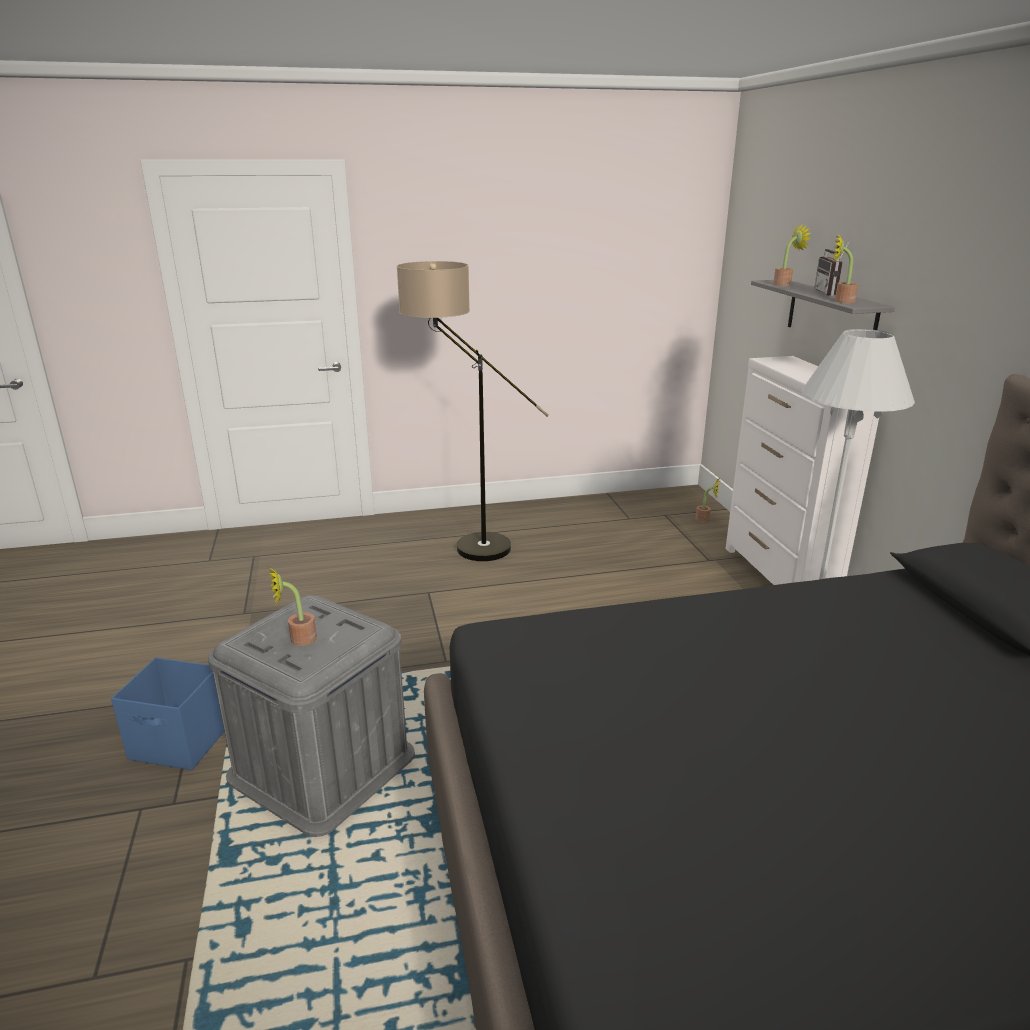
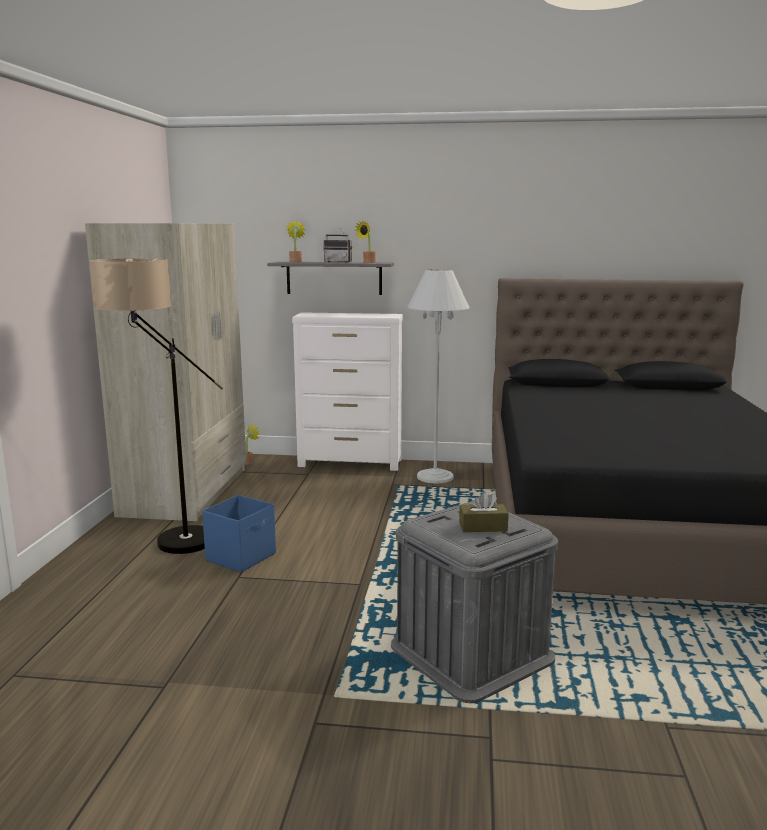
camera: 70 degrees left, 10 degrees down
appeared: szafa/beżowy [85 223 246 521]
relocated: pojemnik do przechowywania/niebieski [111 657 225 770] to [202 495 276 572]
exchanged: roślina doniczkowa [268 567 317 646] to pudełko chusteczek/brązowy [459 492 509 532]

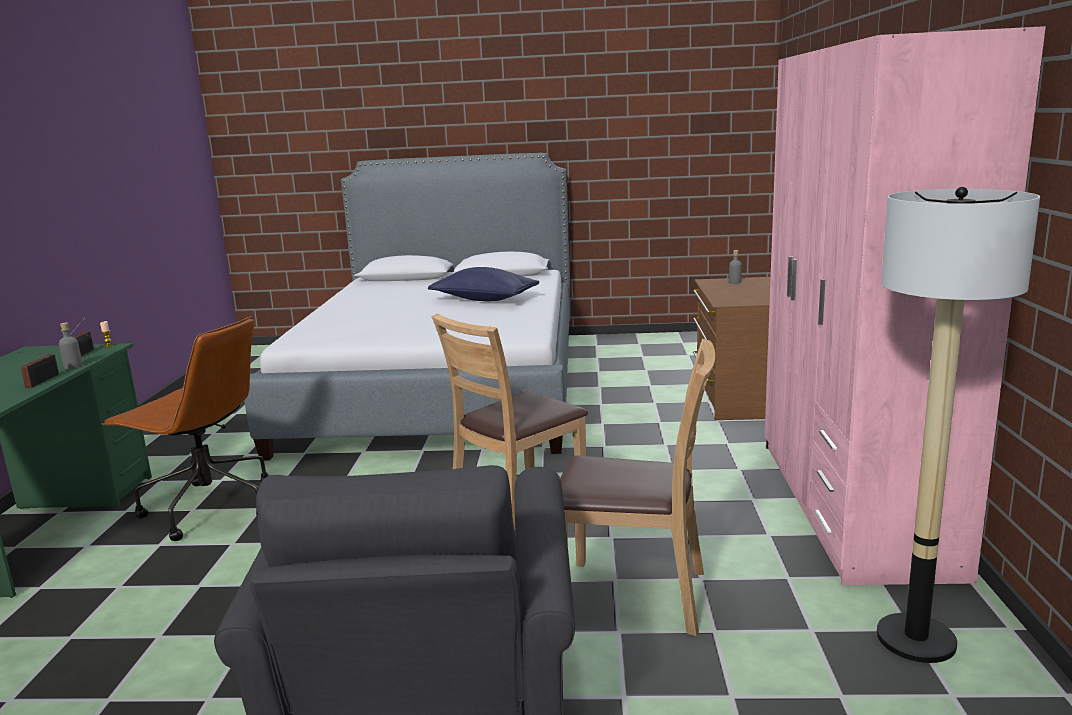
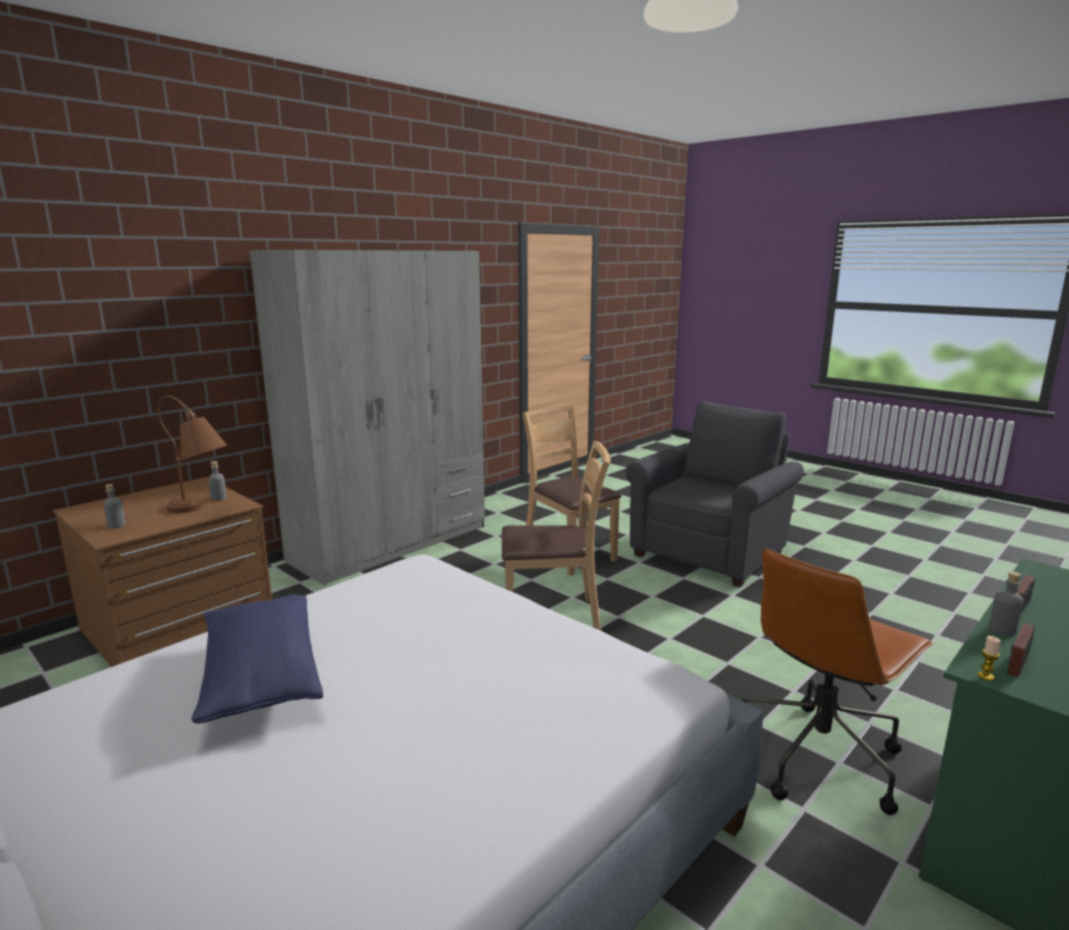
camera: 140 degrees left, 0 degrees up
missing: lampa stojąca [877 187 1040 663]
appeared: lampa stołowa/brązowy [158 395 227 513]; butelka/szary [208 461 227 501]
colour: szafa/różowy [765 26 1046 585] to szafa/szary [249 250 485 585]
spun: krzesło biurowe/brązowy [102 316 269 541] = [742 548 933 815] 105 degrees counterclockwise

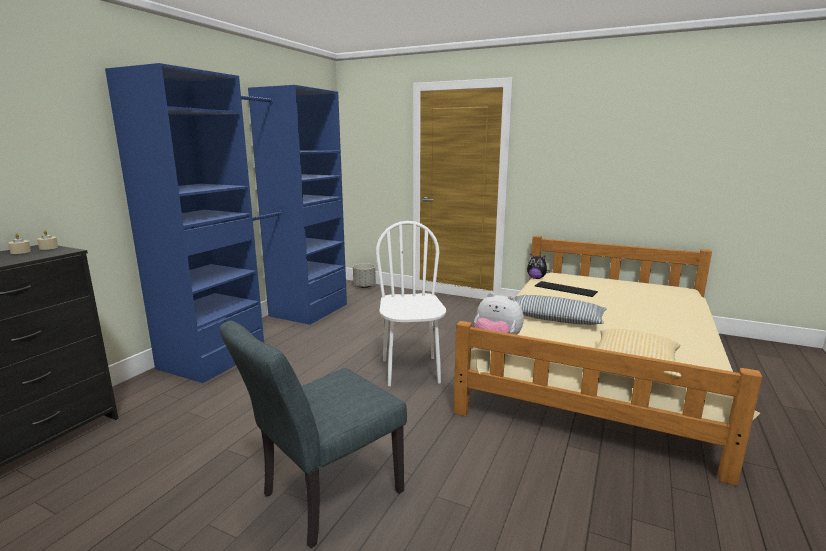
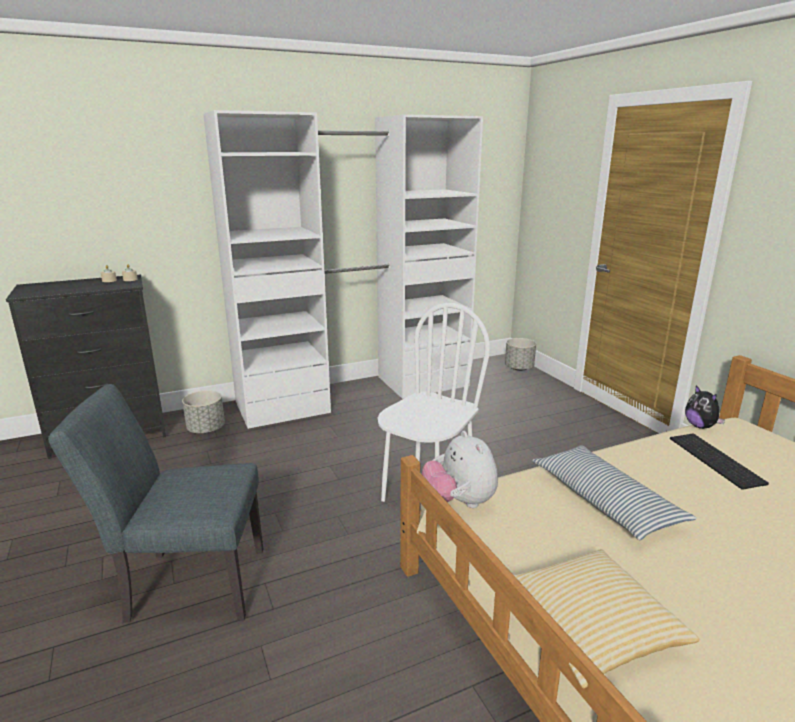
camera: 40 degrees right, 5 degrees up
appeared: donica/szary [182 390 225 434]
colour: szafa/niebieski [105 63 347 383] to szafa/biały [203 110 483 429]

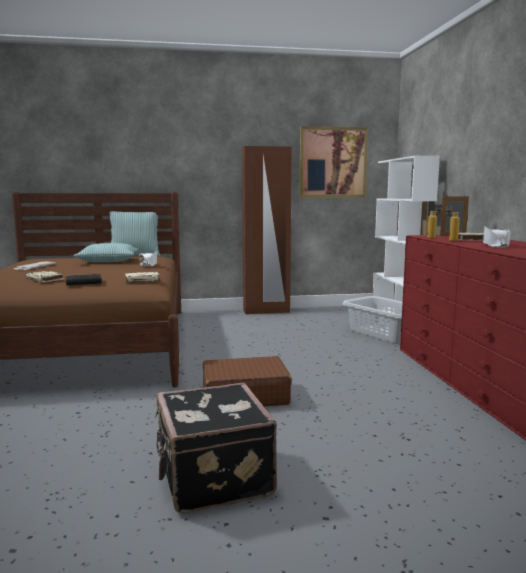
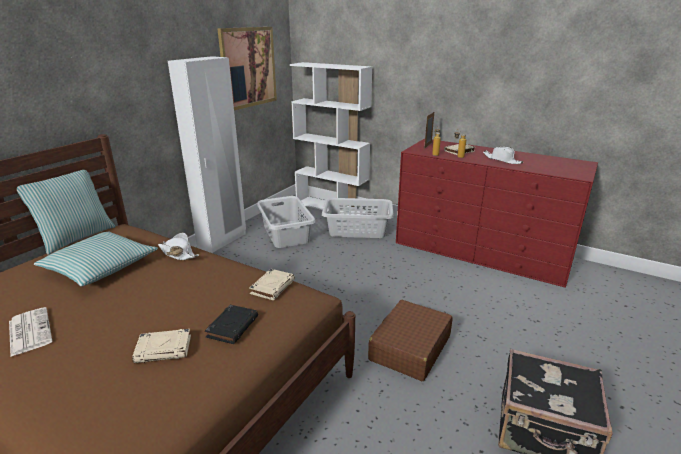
camera: 50 degrees left, 15 degrees up
appeared: kosz na pranie/szary [257 196 315 248]
colour: szafa/brązowy [242 146 292 314] to szafa/biały [168 56 246 253]

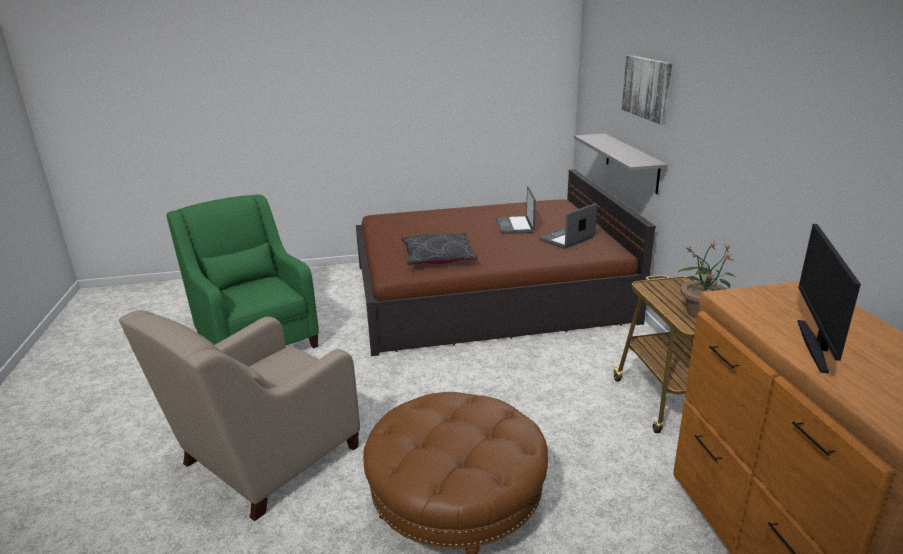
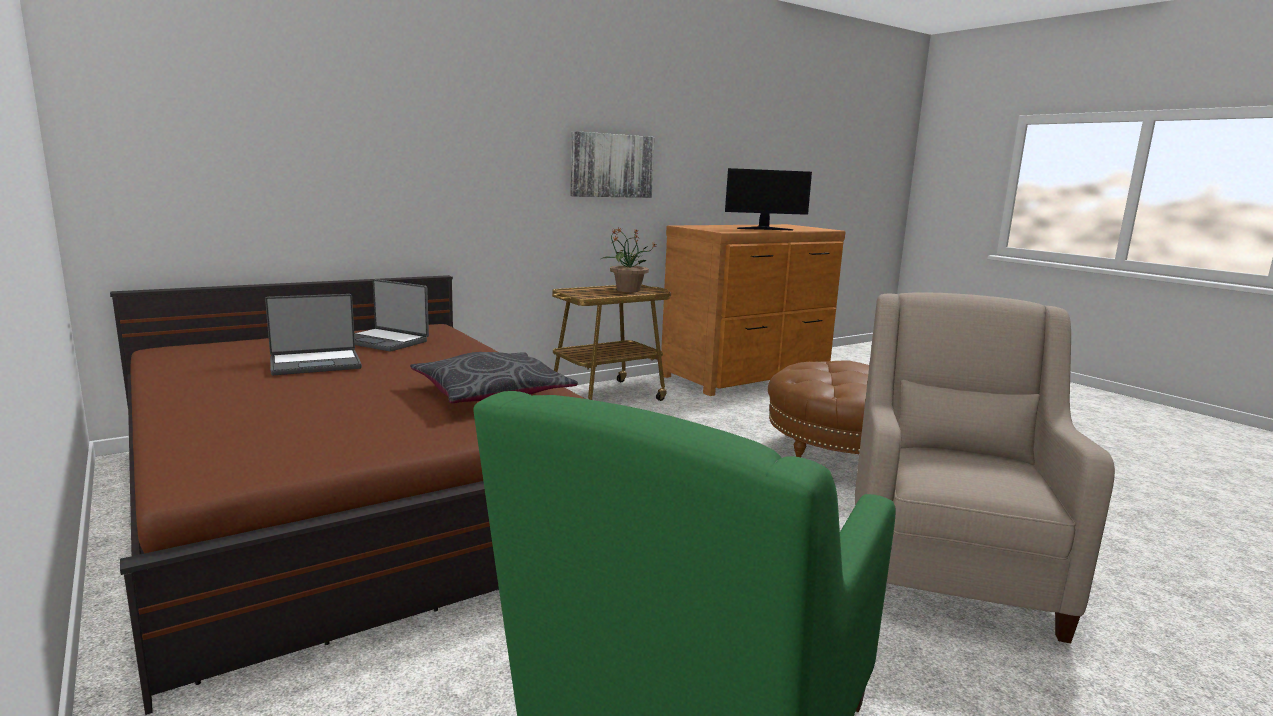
camera: 115 degrees left, 10 degrees down
missing: półka/szary [574 134 667 194]
relocated: obraz [622 55 672 125] to [570 131 655 198]
spun: fotel/beżowy [119 310 360 521] = [855 292 1115 643] 90 degrees counterclockwise

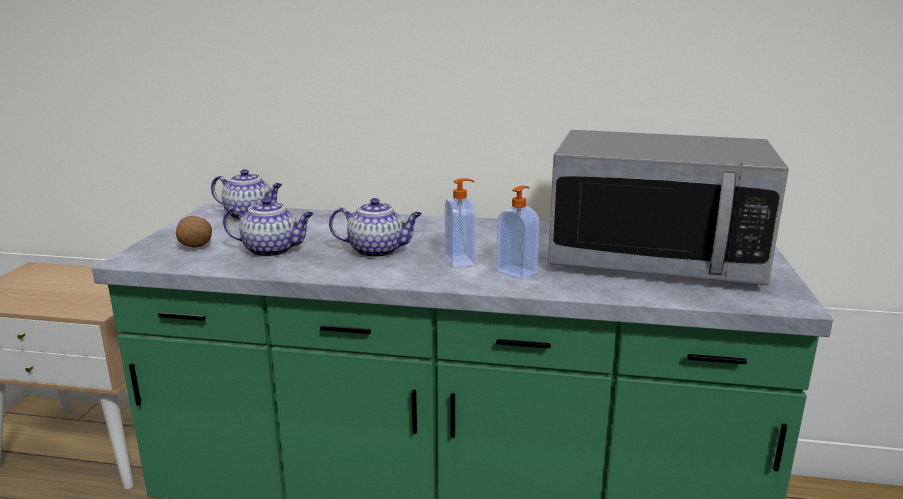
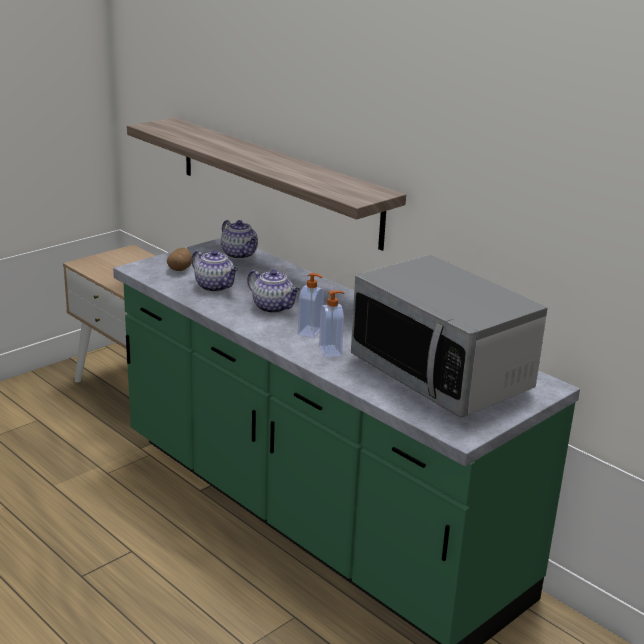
camera: 35 degrees right, 5 degrees up
appeared: półka [127 118 406 251]

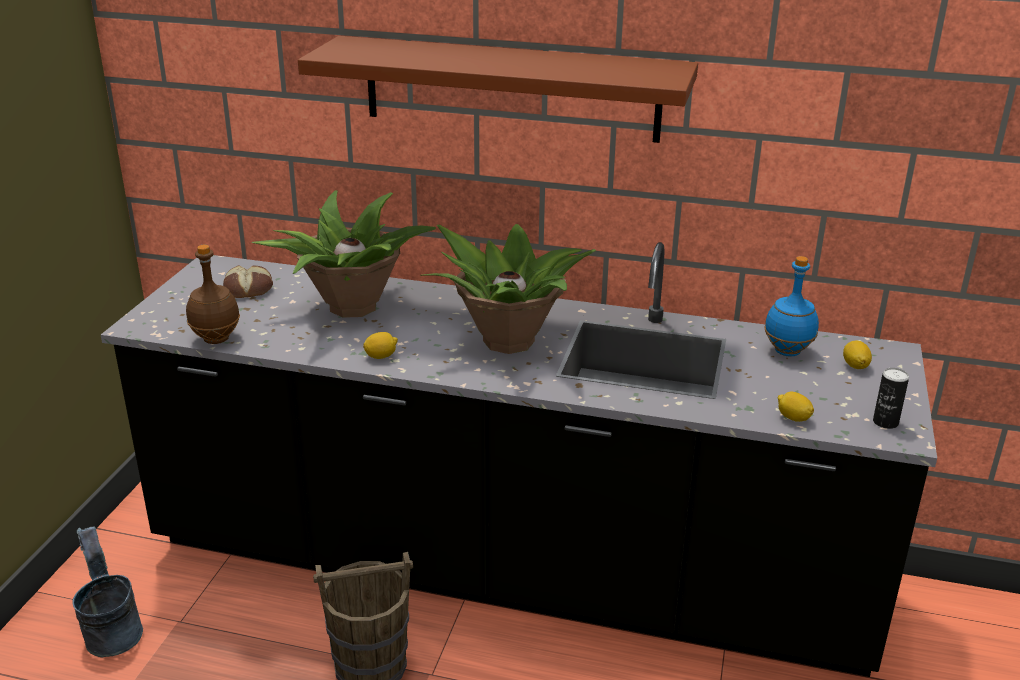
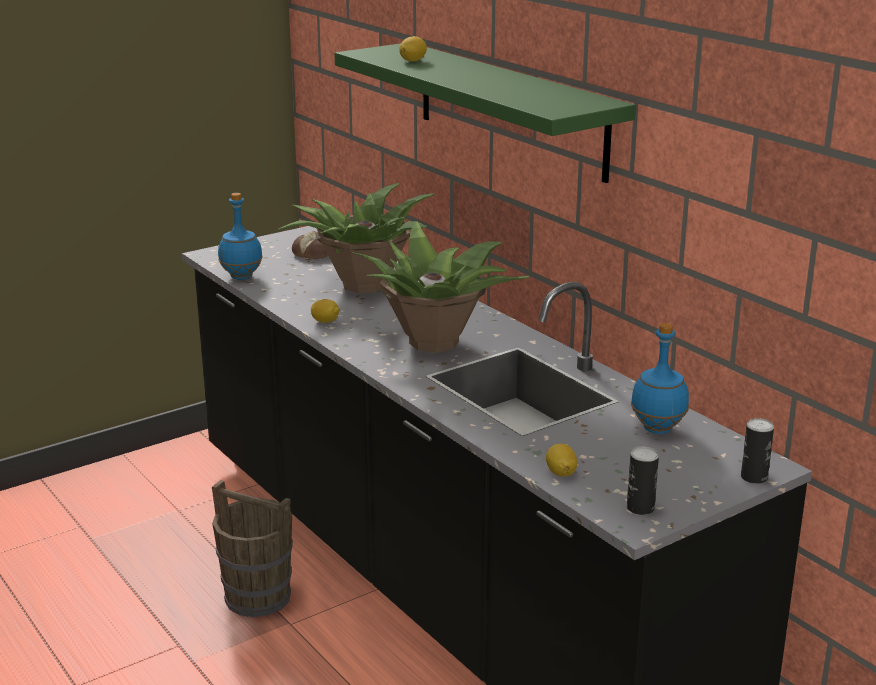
camera: 40 degrees right, 5 degrees down
missing: wiadro/szary [72 526 143 657]
appeared: puszka [741 418 774 484]
relocated: cytryna [843 341 872 369] to [399 36 427 62]
colour: półka/brązowy [298 36 698 143] to półka/zielony [334 44 636 183]; butelka/brązowy [186 245 240 344] to butelka/niebieski [218 193 263 280]

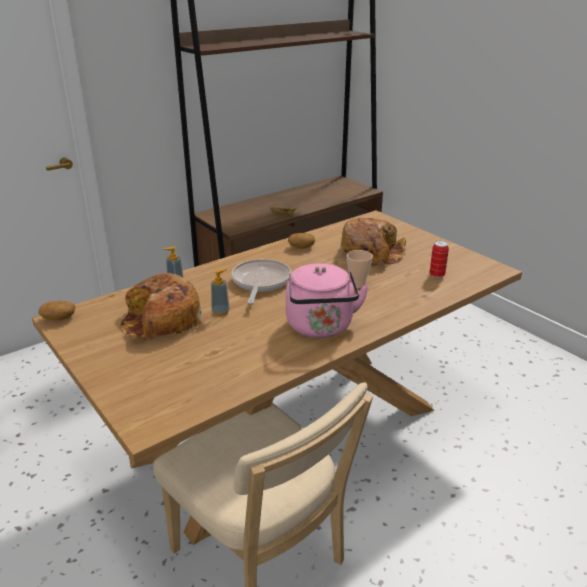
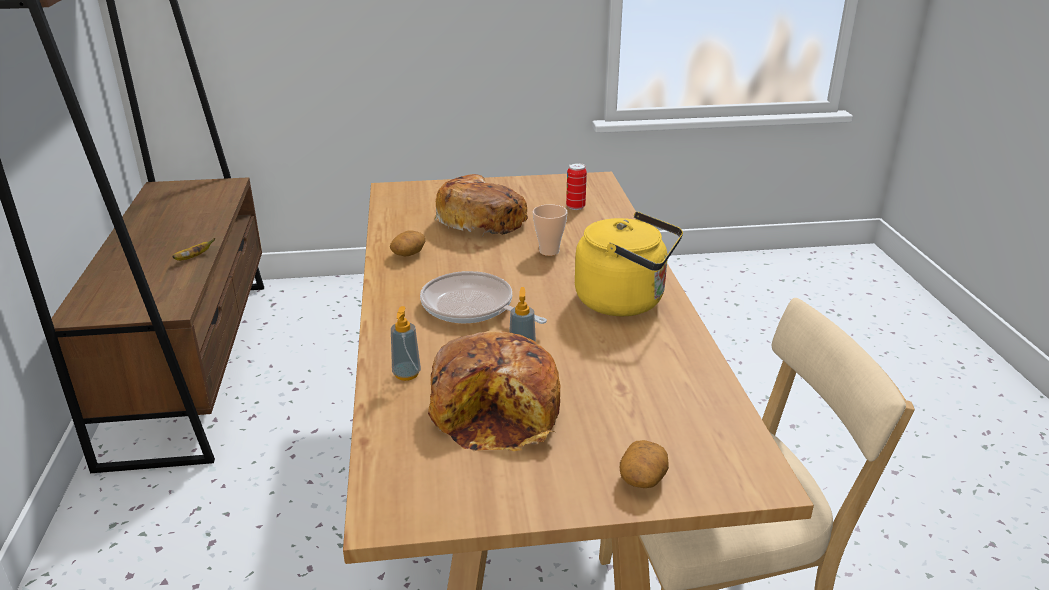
camera: 60 degrees left, 0 degrees up
relocated: ziemniak [38 301 76 321] to [620 440 669 488]
colour: czajnik/różowy [286 263 369 338] to czajnik/żółty [575 212 683 316]

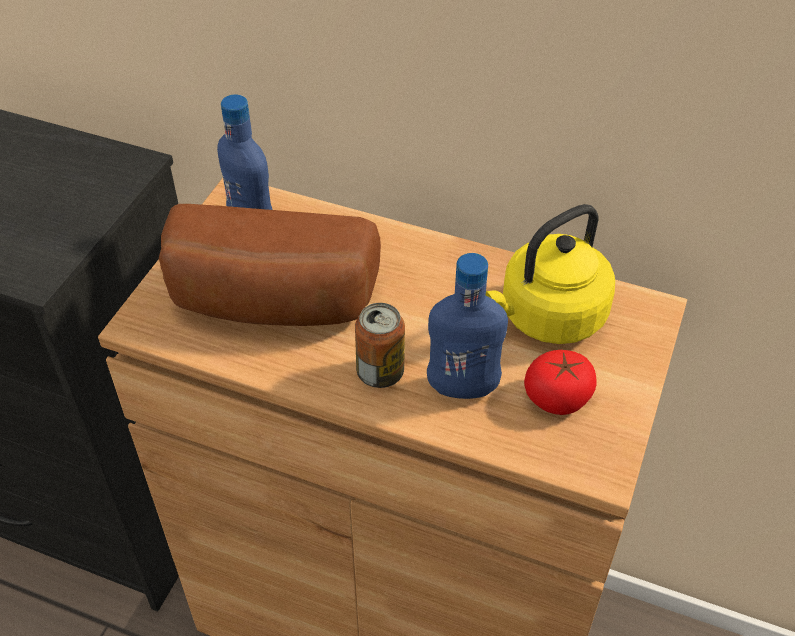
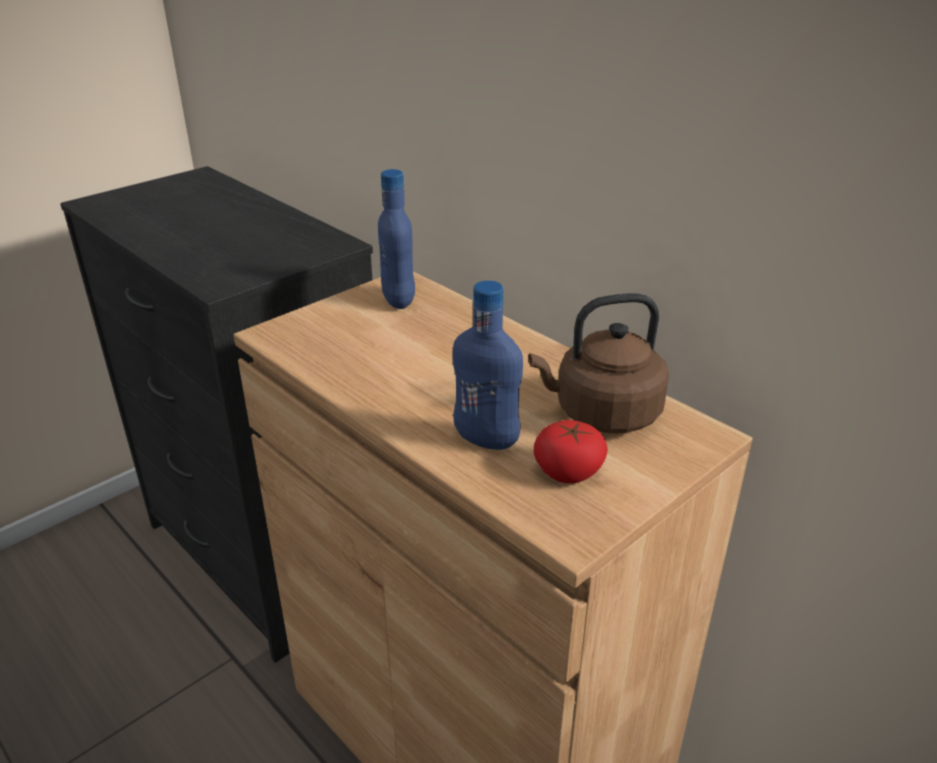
camera: 25 degrees right, 15 degrees down
missing: chleb [159 204 381 326]; puszka [355 303 405 388]
colour: czajnik/żółty [486 204 615 344] to czajnik/brązowy [528 293 669 433]

